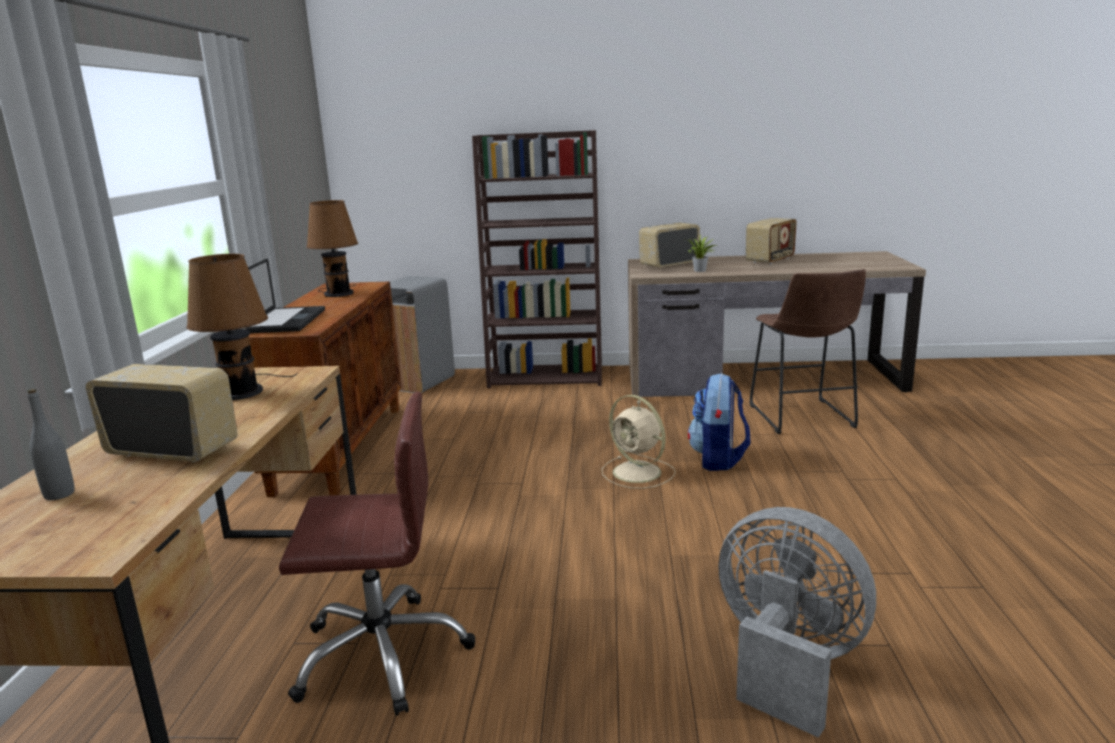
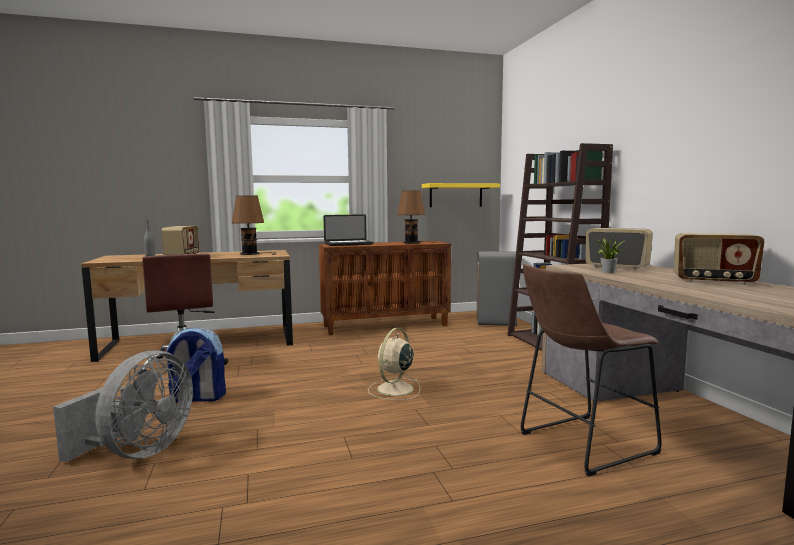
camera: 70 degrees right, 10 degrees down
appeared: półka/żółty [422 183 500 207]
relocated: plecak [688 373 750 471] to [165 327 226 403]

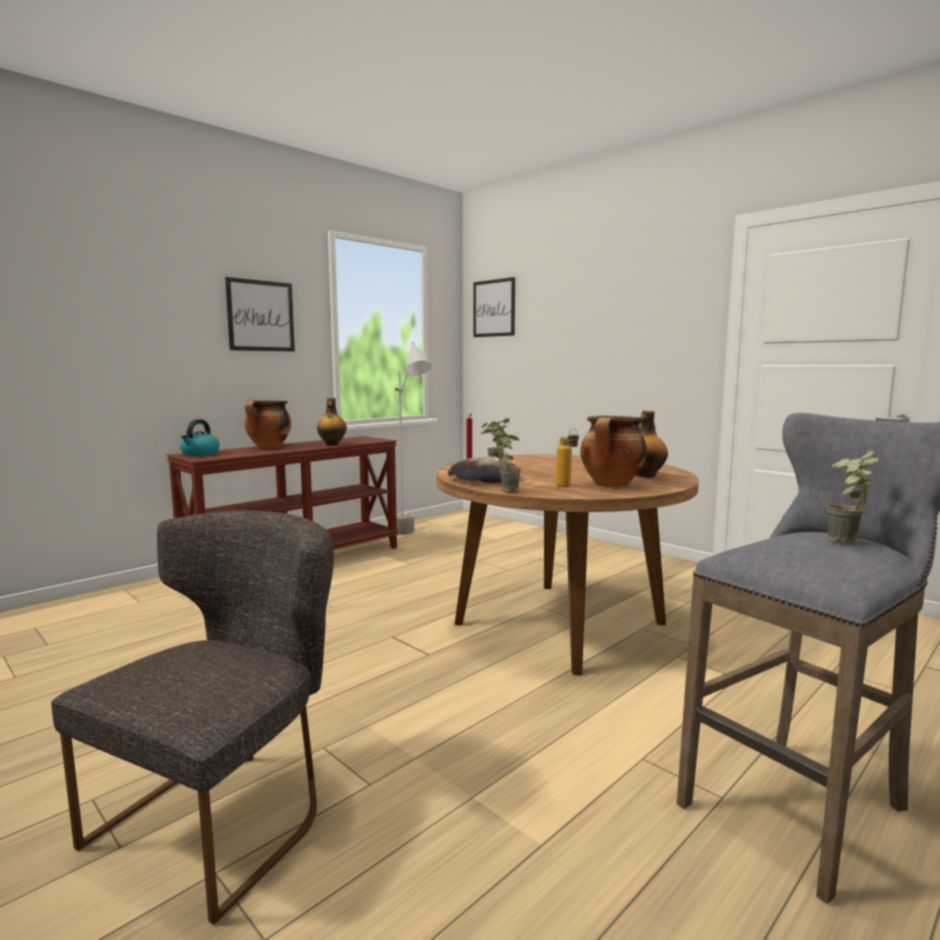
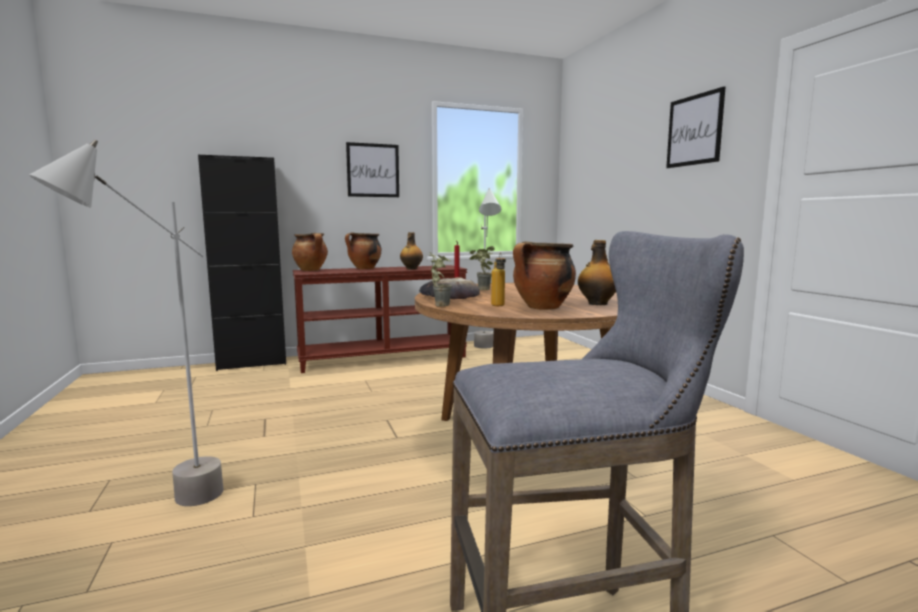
camera: 25 degrees right, 0 degrees up
missing: roślina doniczkowa [826 450 878 544]
appeared: szafka/czarny [198 155 286 371]
relocated: obraz [473 277 515 337] to [666 87 726 168]
exchanged: czajnik [180 419 219 456] to garnek [292 233 328 271]; krzesło/szary [51 510 334 925] to lampa stojąca/szary [29 140 224 506]

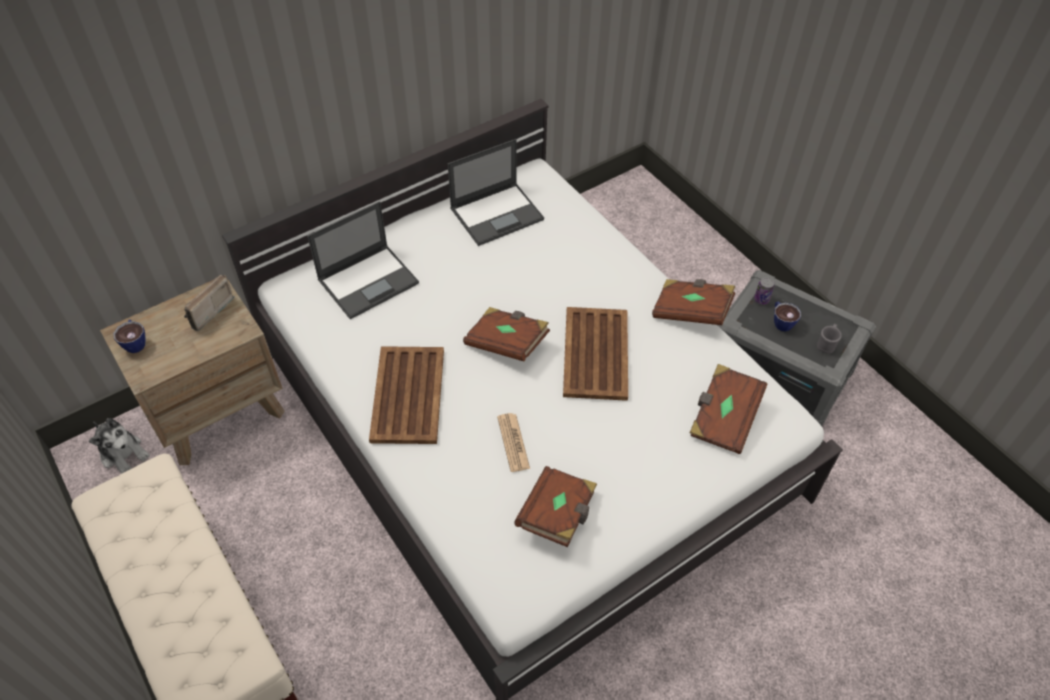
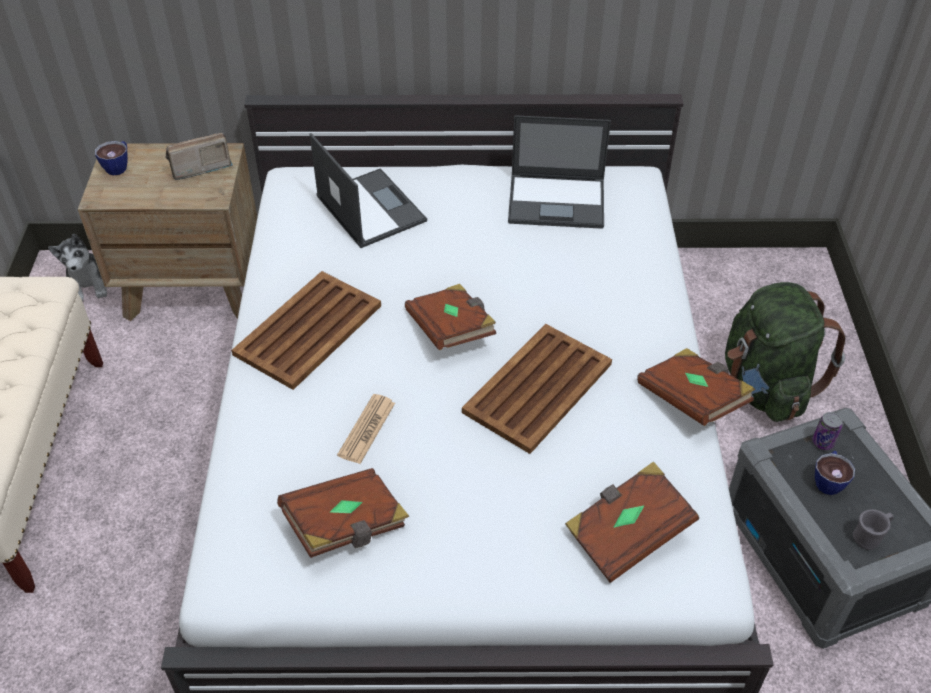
camera: 35 degrees right, 5 degrees down
appeared: plecak/zielony [725 282 845 422]
spun: laptop [307 201 419 319] = [310 133 427 248] 120 degrees counterclockwise

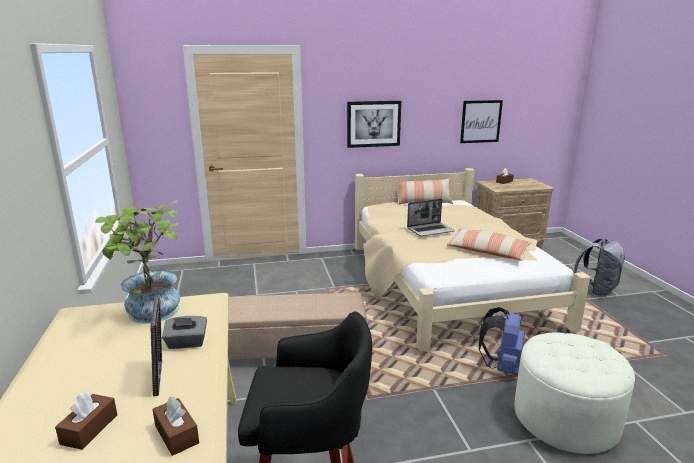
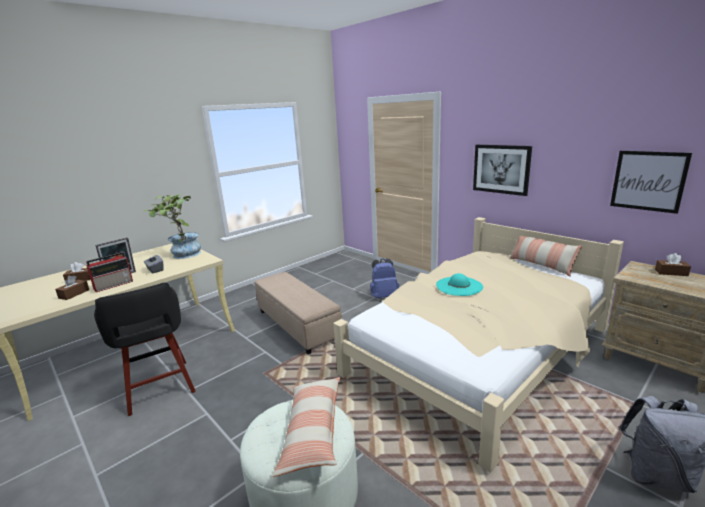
camera: 60 degrees right, 0 degrees up
appeared: radio [86 252 133 292]
relocated: poduszka [447 228 532 261] to [272 377 341 477]; plecak/niebieski [479 307 525 375] to [370 258 399 298]
exchanged: laptop [407 199 454 236] to kapelusz/turkusowy [436 273 483 296]

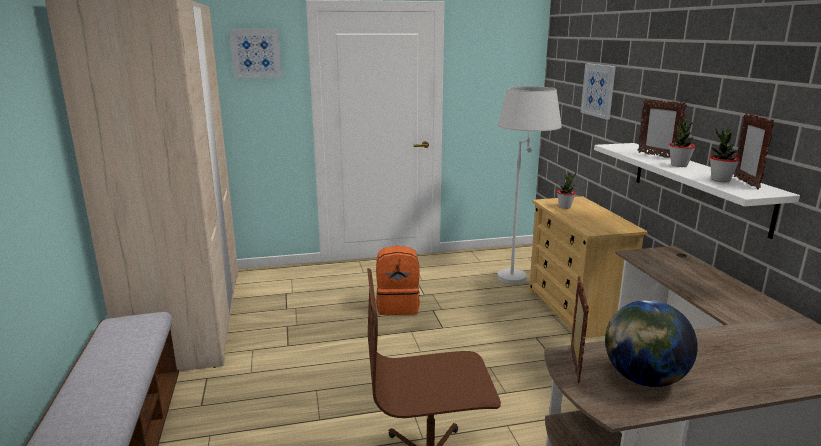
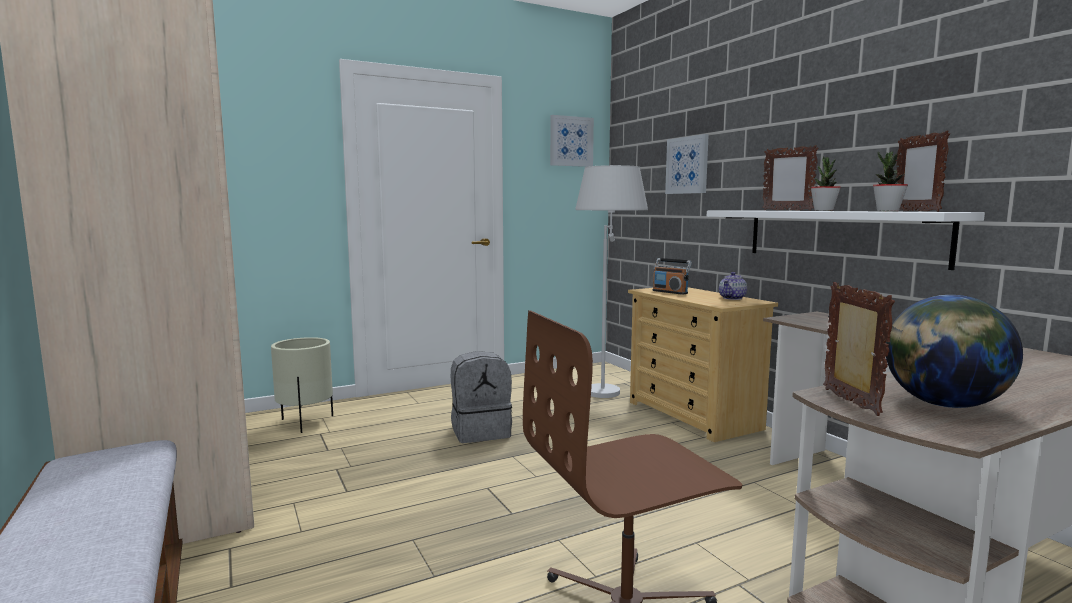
camera: 15 degrees left, 10 degrees down
appeared: imbryk [719 272 747 300]; donica/beżowy [271 337 333 433]
relocated: obraz [229 29 282 78] to [550 115 594 167]
exchanged: roślina doniczkowa [557 173 576 209] to radio [652 258 692 295]
colour: plecak/pomarańczowy [376 246 420 315] to plecak/szary [451 351 512 443]

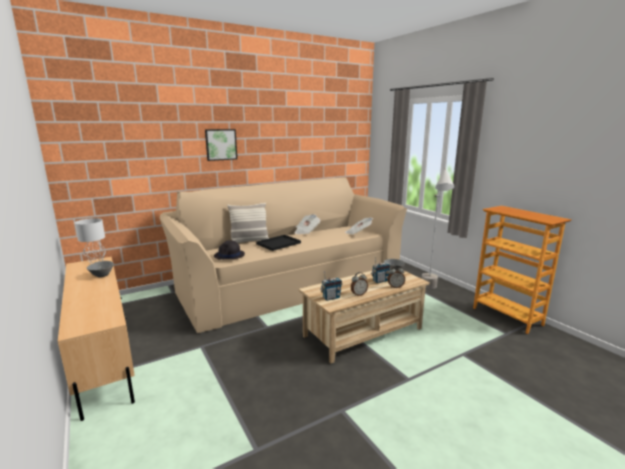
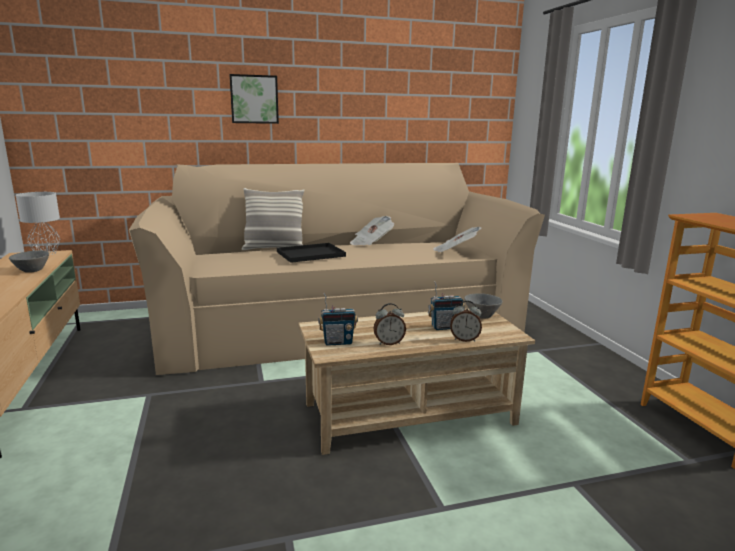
camera: 15 degrees right, 0 degrees up
missing: lampa stojąca/szary [421 168 455 289]; kapelusz/czarny [214 240 245 260]

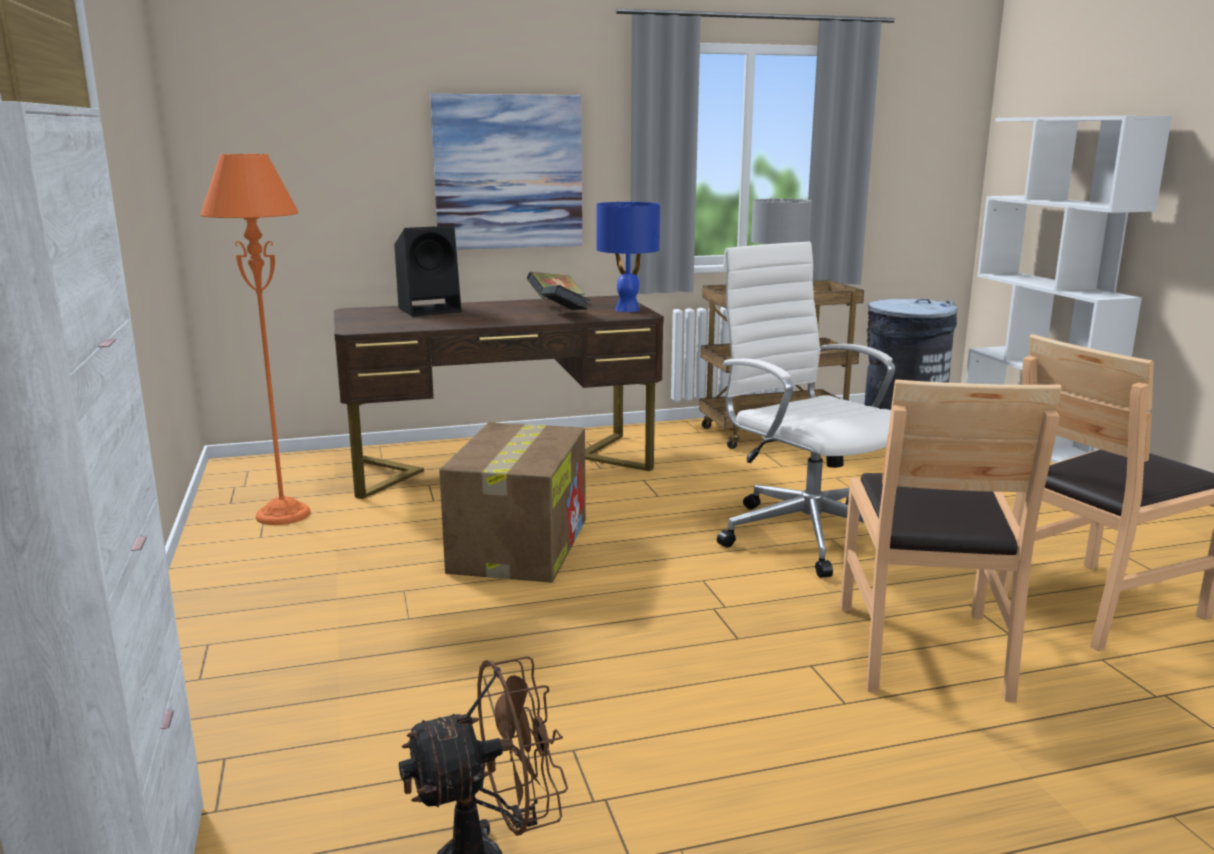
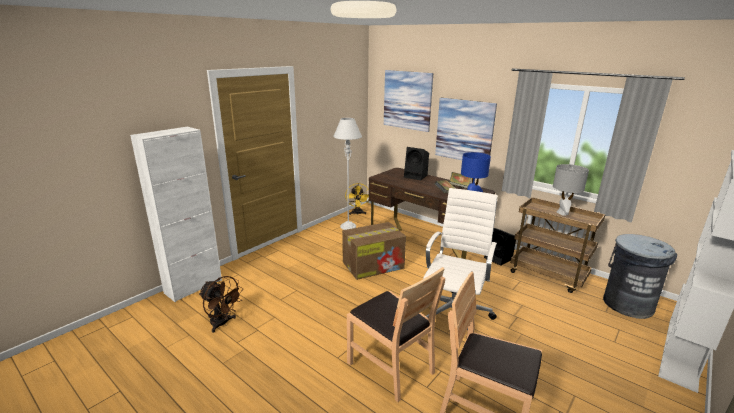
camera: 55 degrees right, 5 degrees up
appeared: obraz [384 70 433 132]; wentylator/żółty [345 183 369 215]; głośnik/czarny [484 228 516 266]
colour: lampa stojąca/pomarańczowy [200 154 311 525] to lampa stojąca/szary [333 118 362 230]
spun: krzesło/brązowy [840 379 1062 702] = [347 267 445 402] 105 degrees counterclockwise

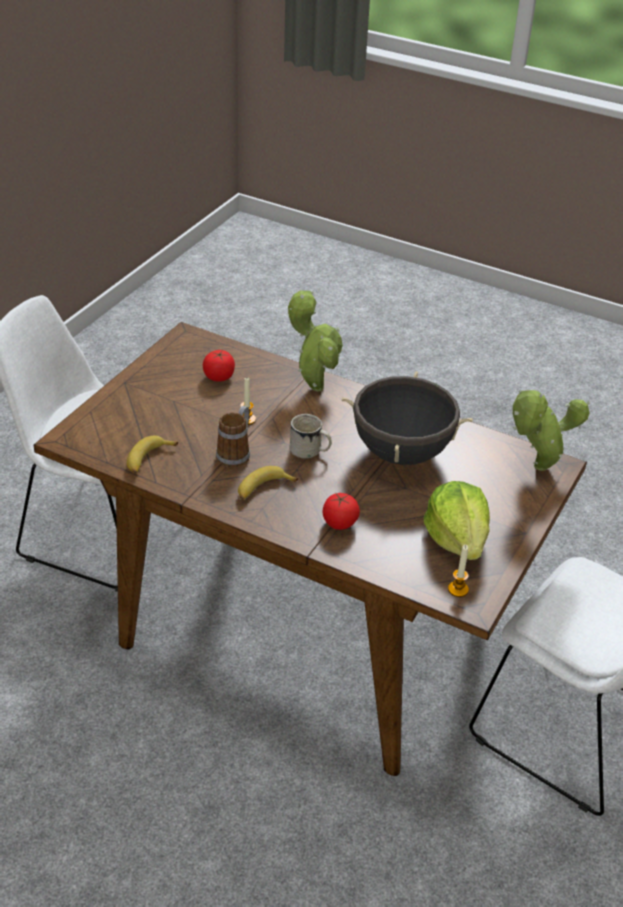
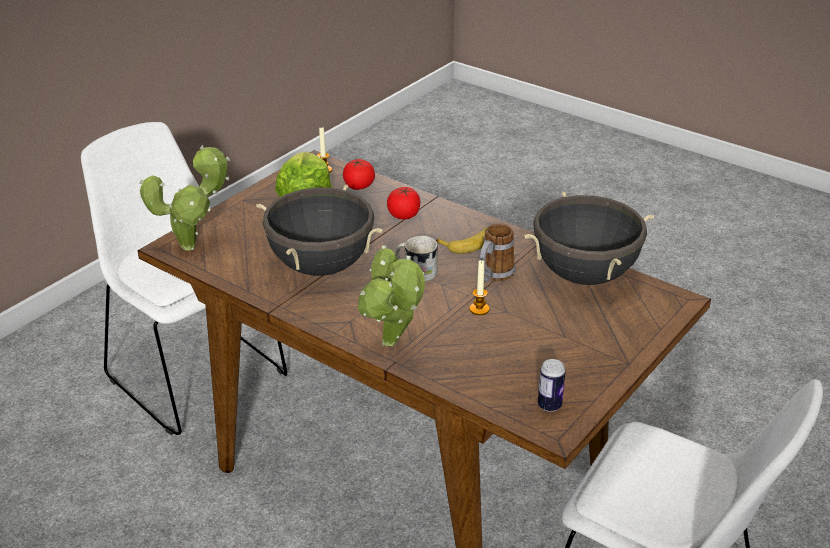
camera: 170 degrees left, 5 degrees down
appeared: puszka [538 359 566 412]
relocated: pomidor [203 350 235 382] to [343 159 375 190]
exchanged: banan [127 436 178 474] to garnek/czarny [524 191 654 285]

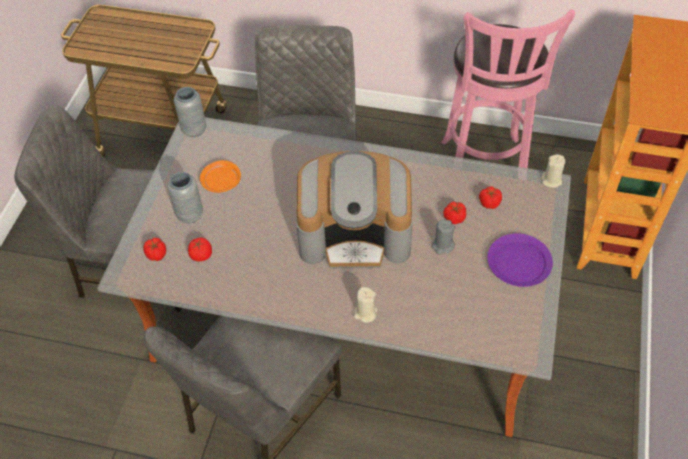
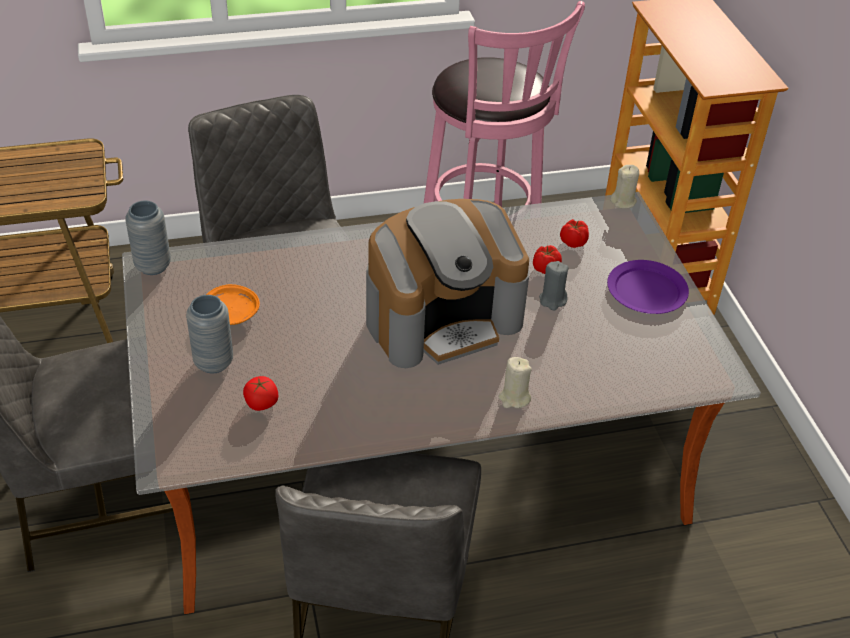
camera: 30 degrees left, 10 degrees down
missing: pomidor [143 238 166 261]

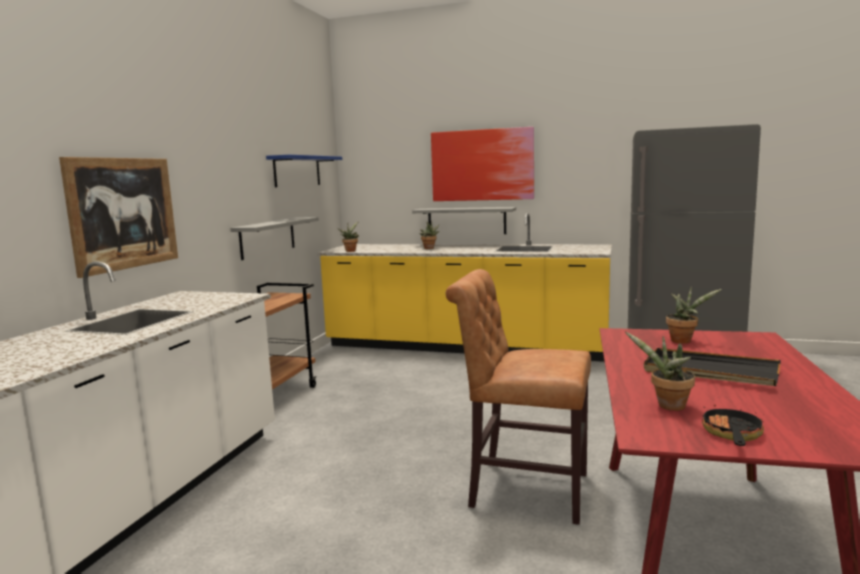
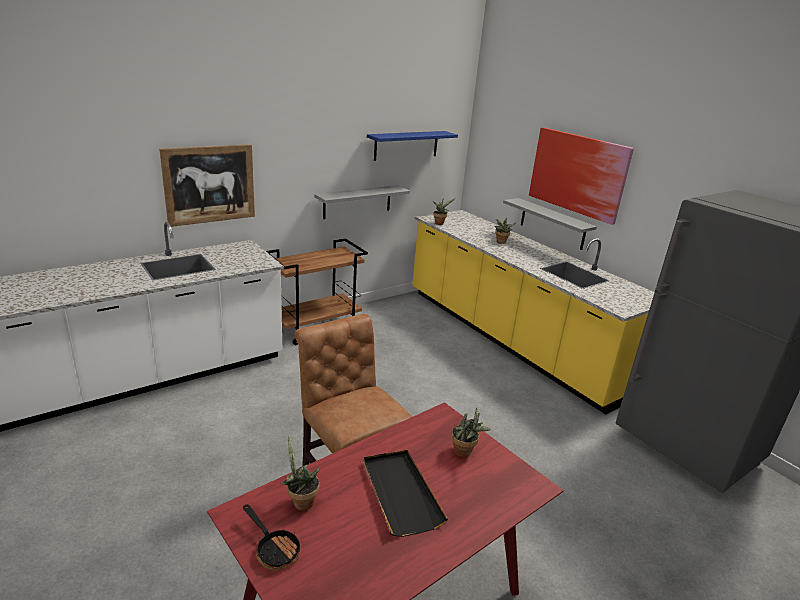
camera: 35 degrees right, 15 degrees up
spun: patelnia [702 404 764 446] = [243 504 302 569] 75 degrees clockwise

